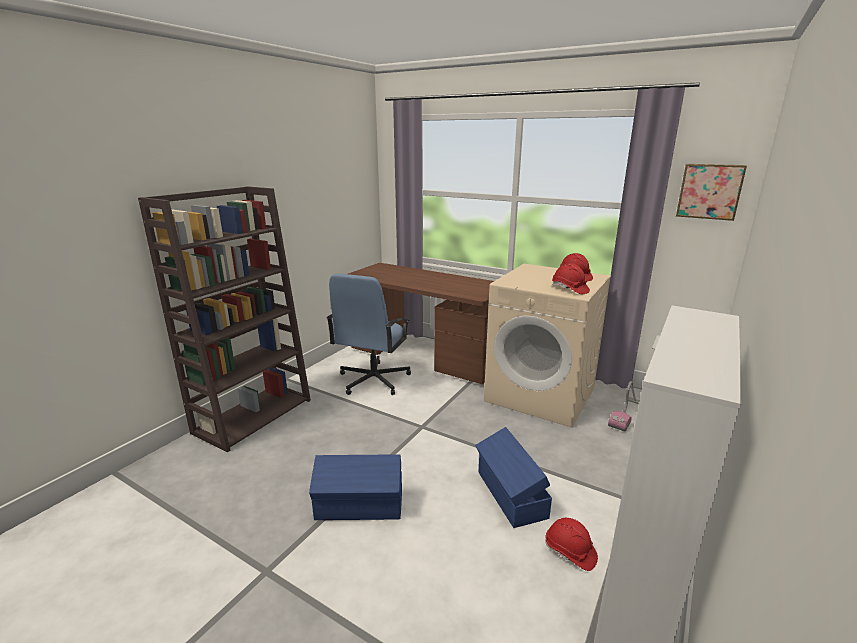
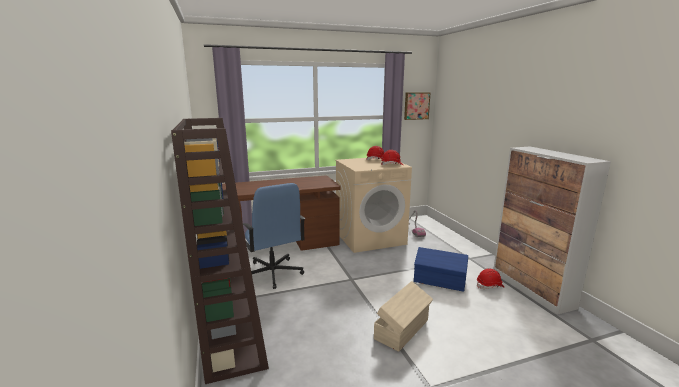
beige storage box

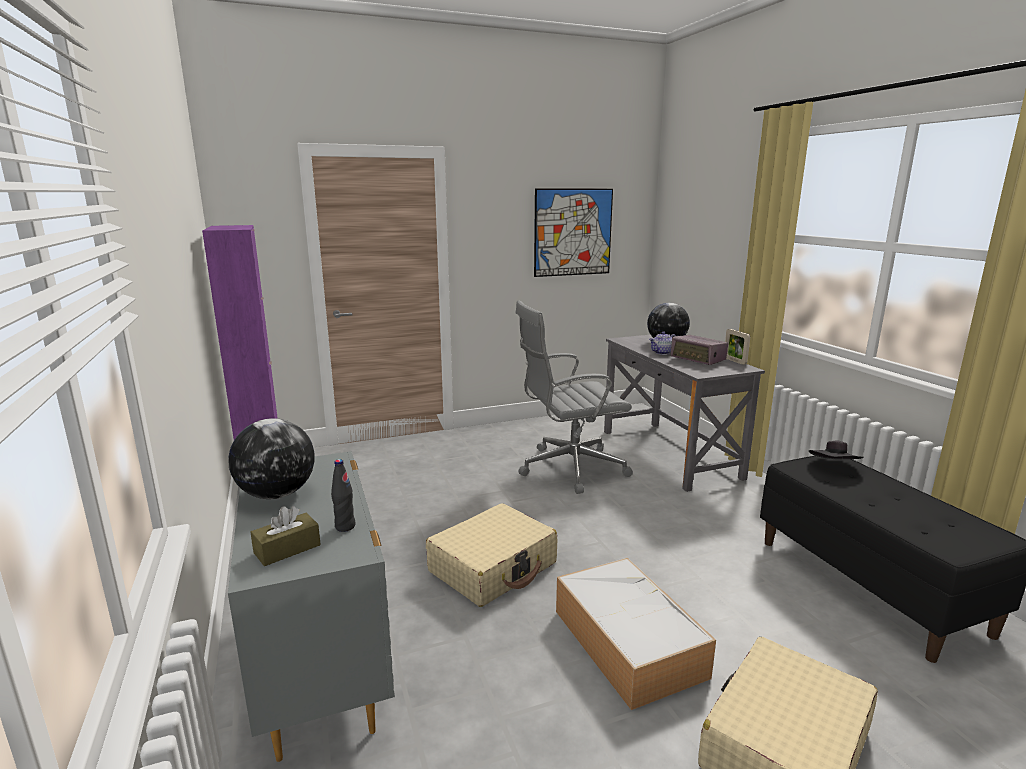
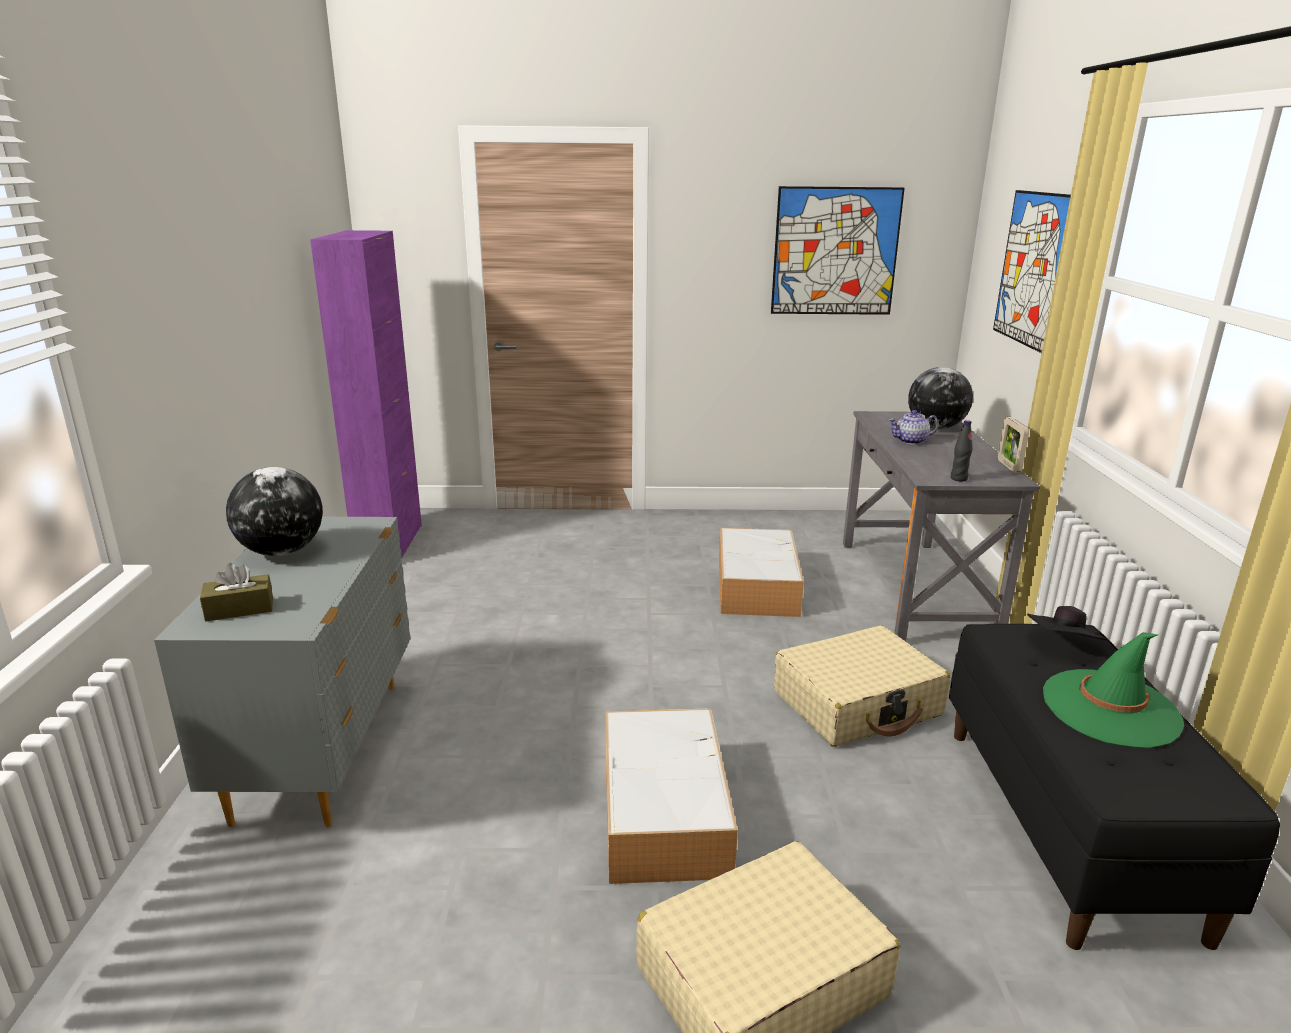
radio
picture (2nd from left)
green hat
black bottle
beige suitcase (2nd from left)
storage box (2nd from left)

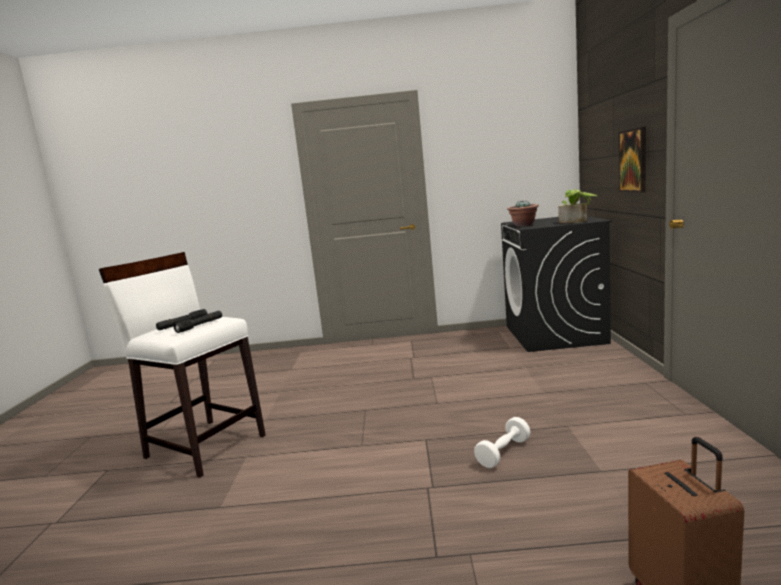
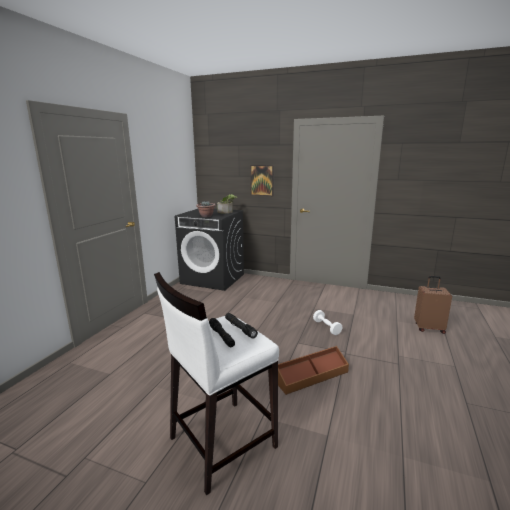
brown storage box

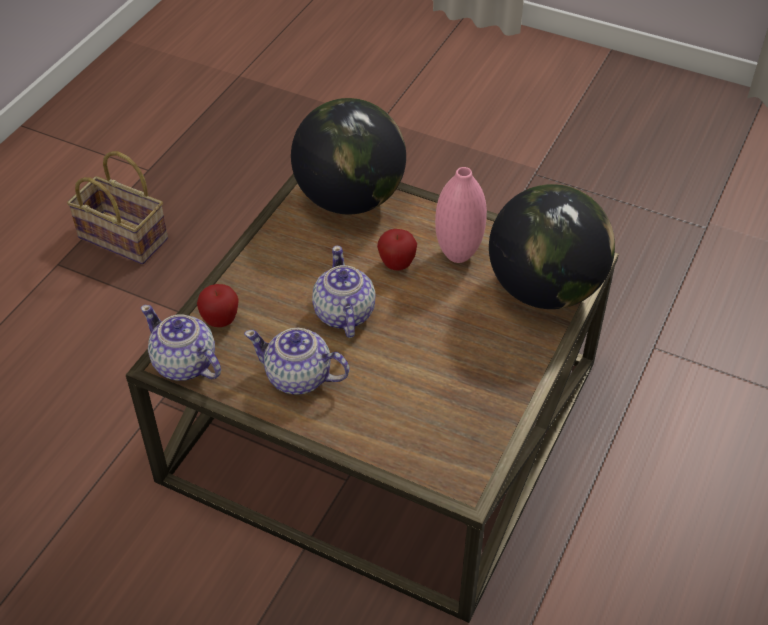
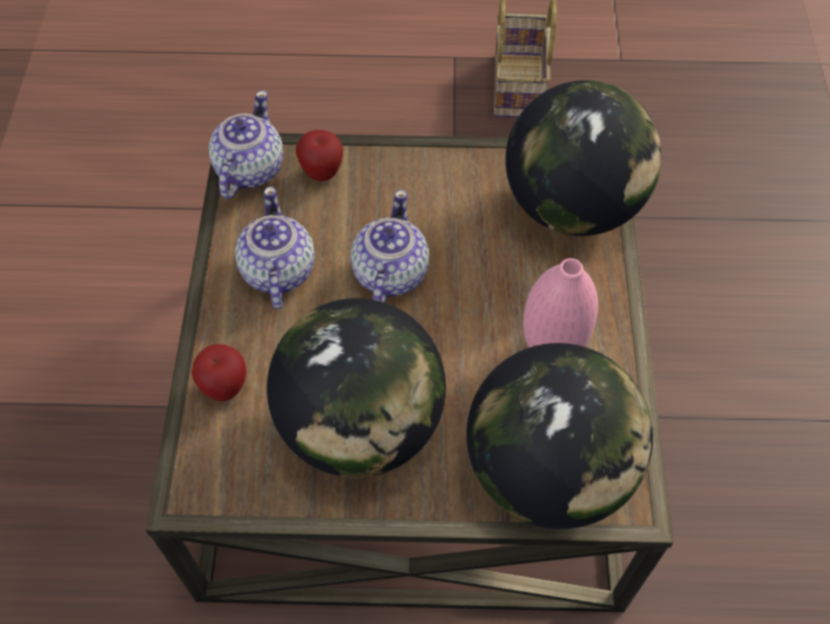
globe (1st from left)
apple (1st from left)
teapot (3rd from left)

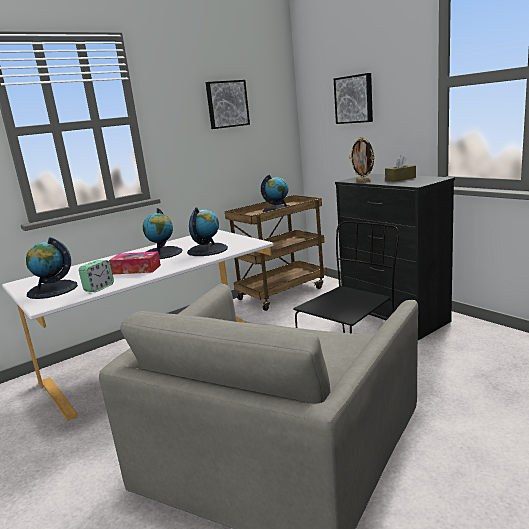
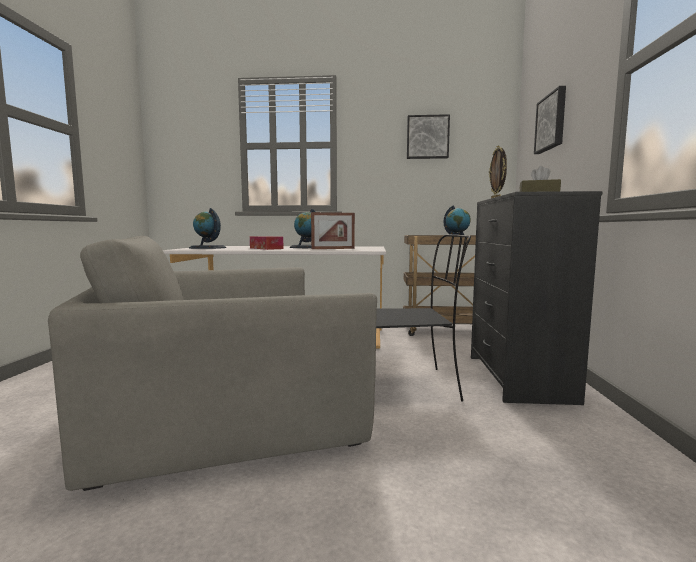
alarm clock
picture frame (1st from left)

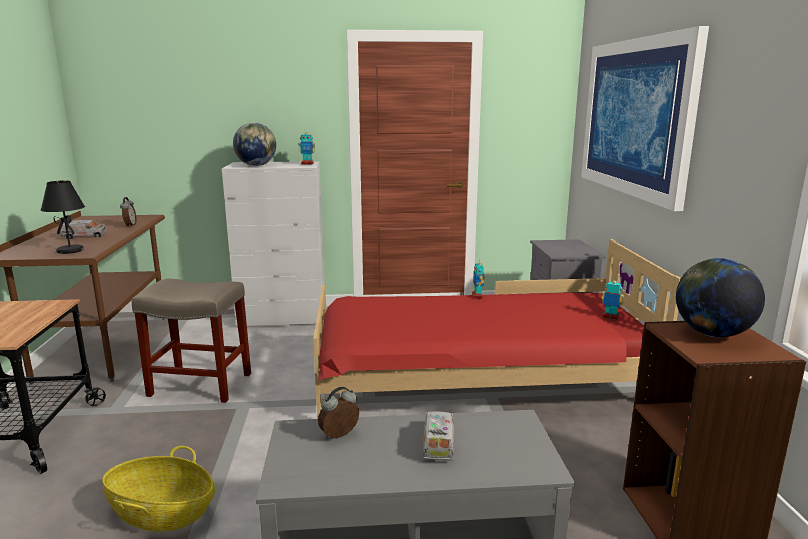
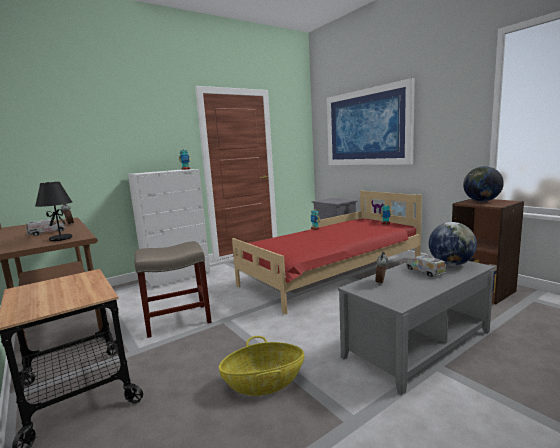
globe (1st from left)

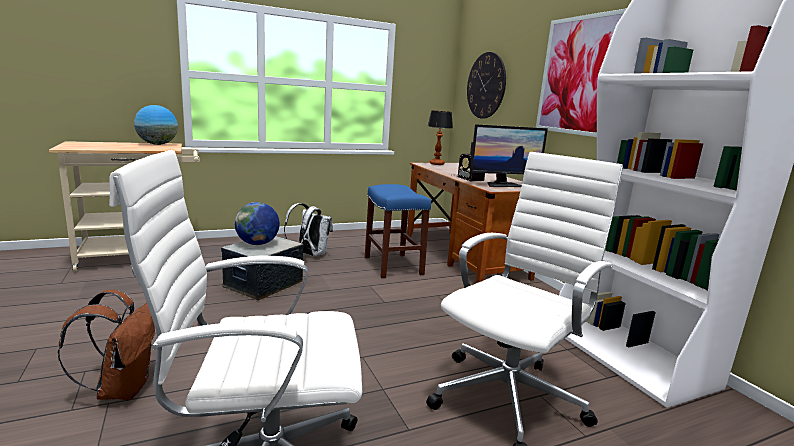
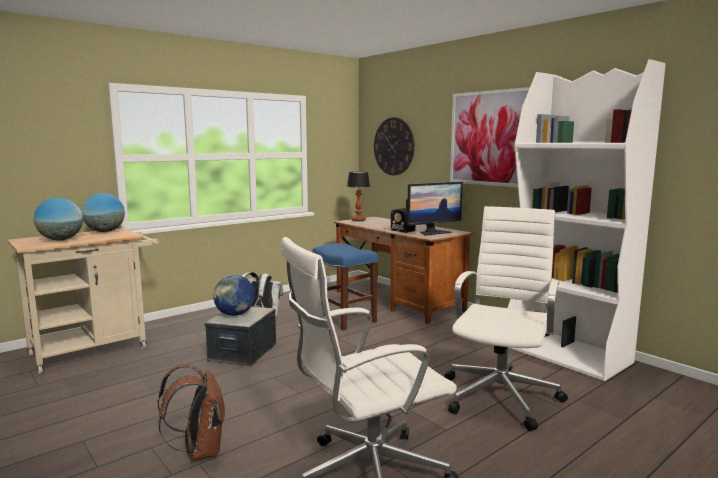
globe (1st from left)

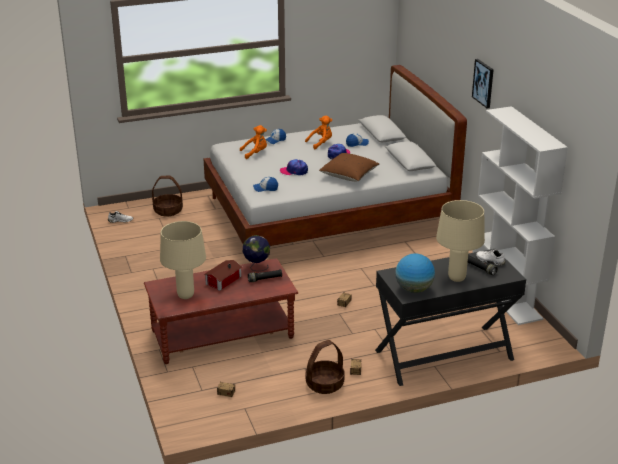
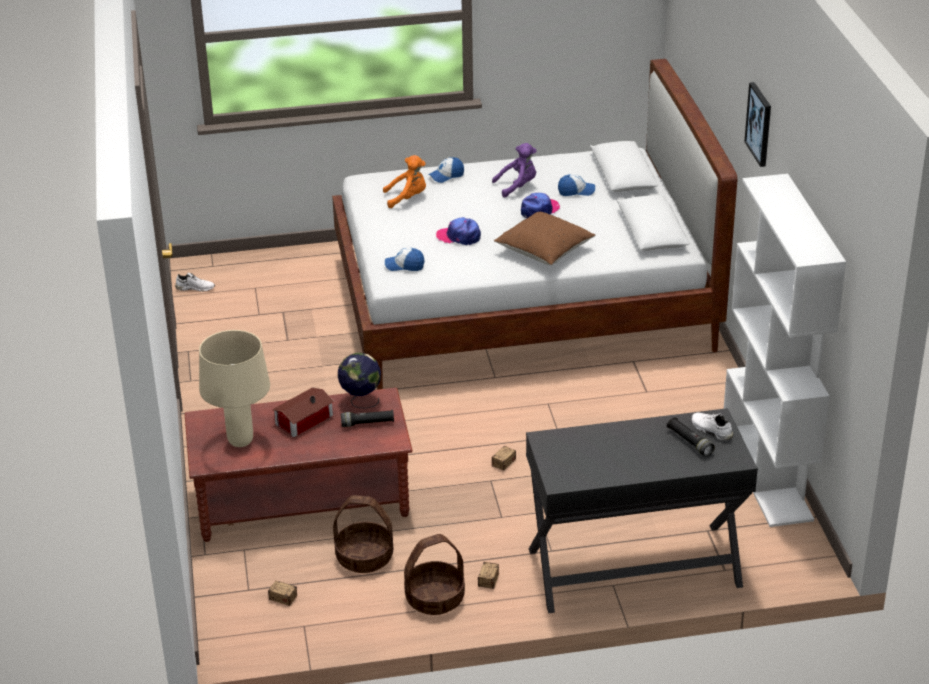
globe (2nd from left in the first image)
beige table lamp (2nd from left in the first image)
basket (1st from left)
purple plush toy

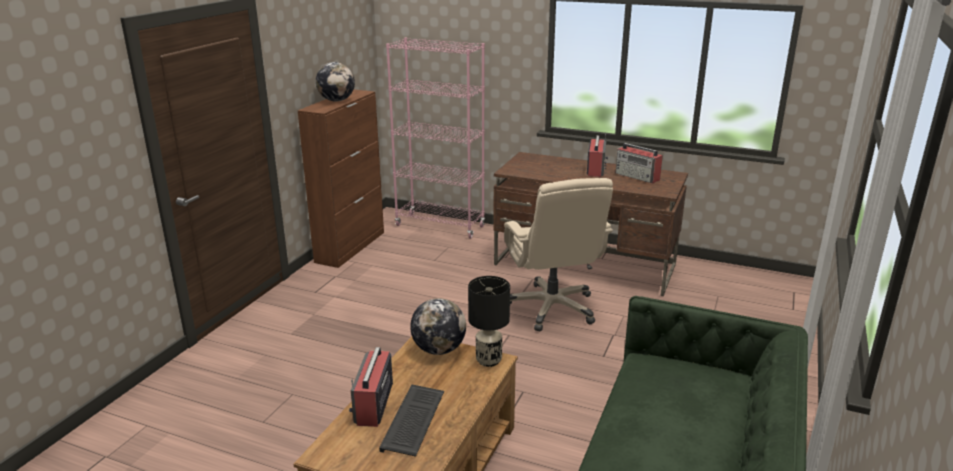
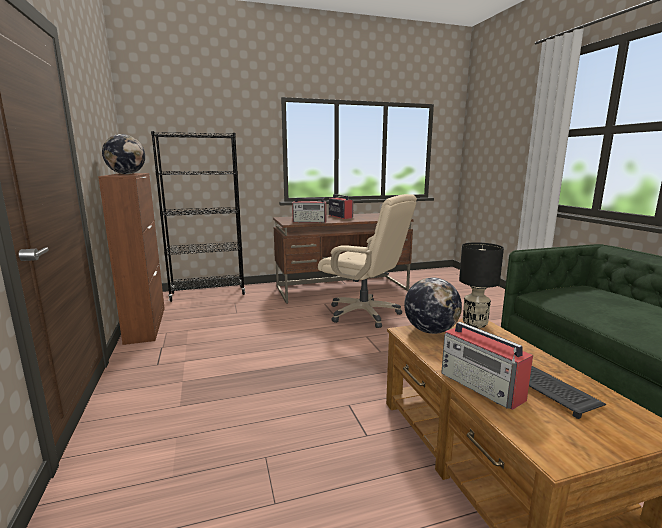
radio (1st from left)
black bookcase

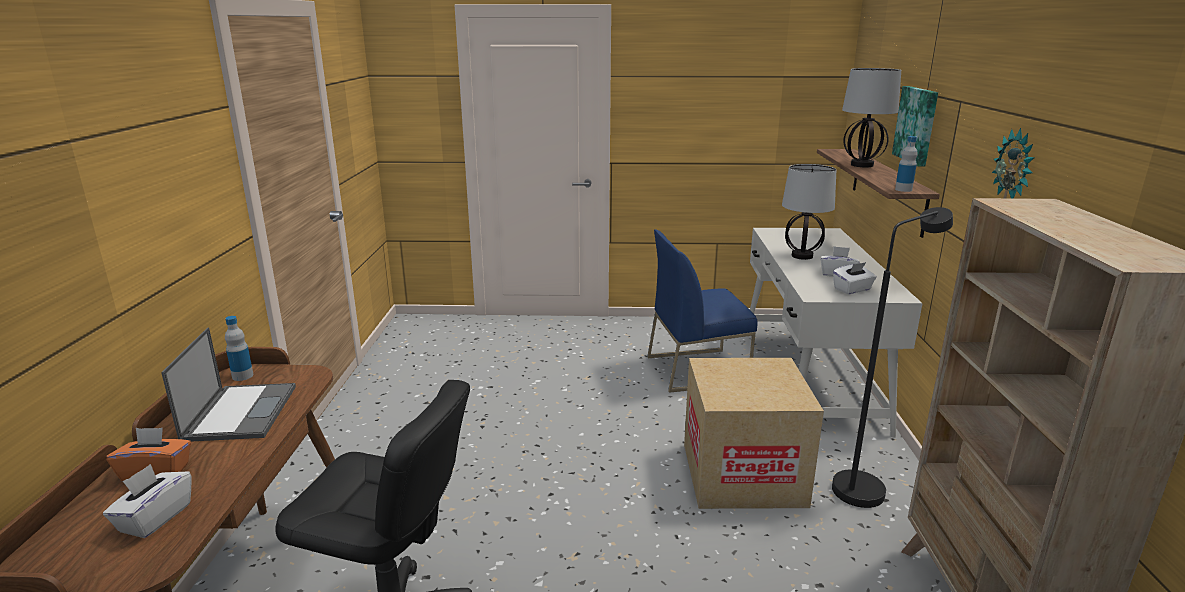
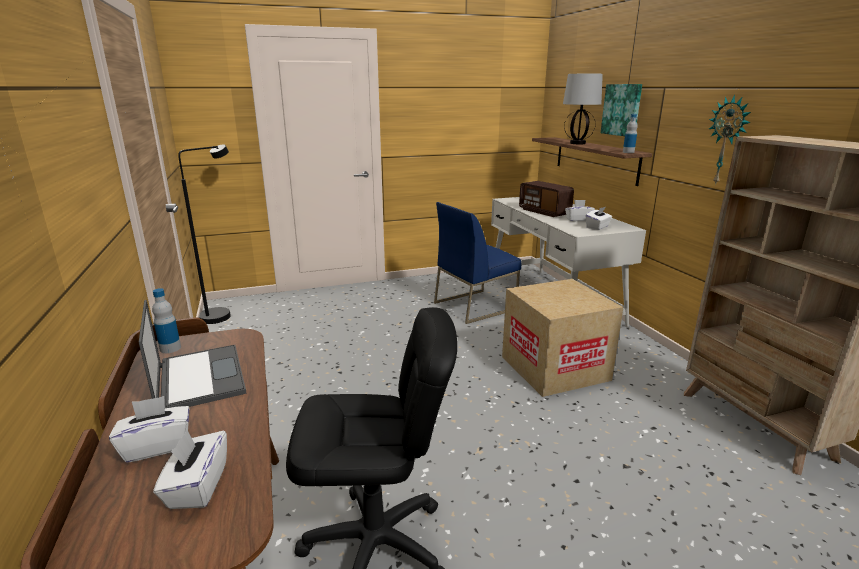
black floor lamp
radio
white tissue box (1st from left)

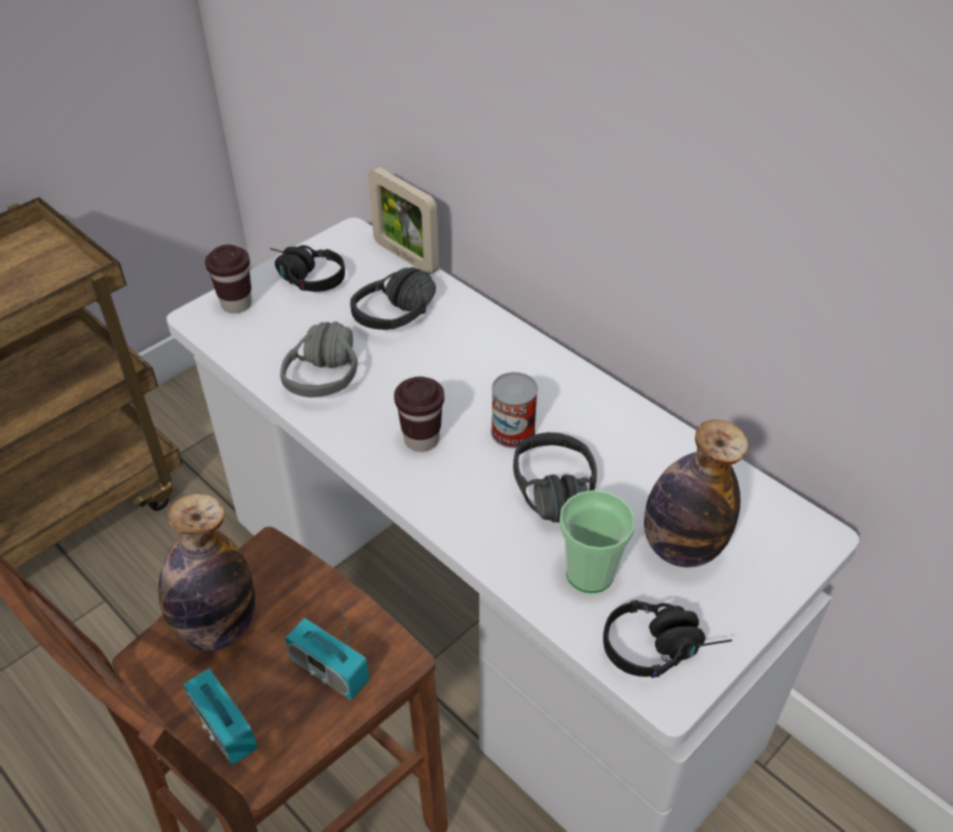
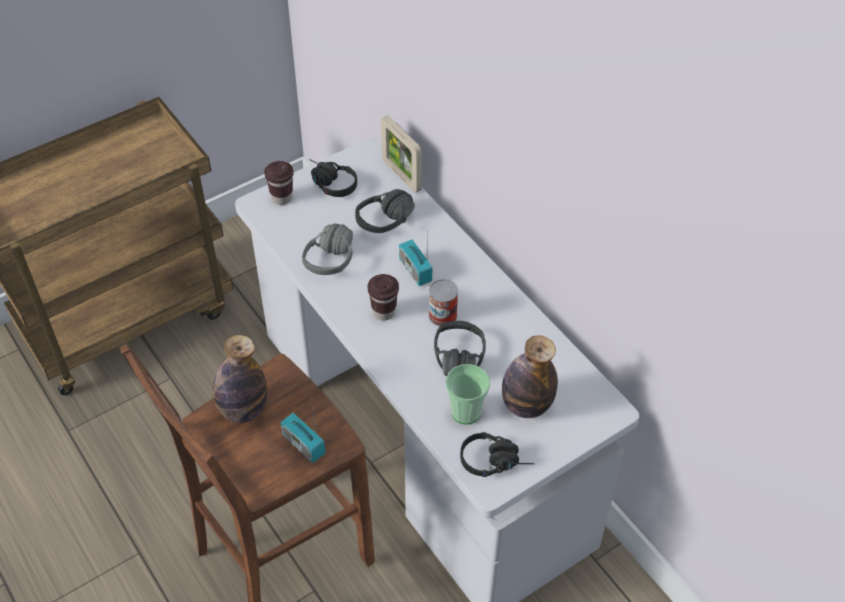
radio (2nd from left)

